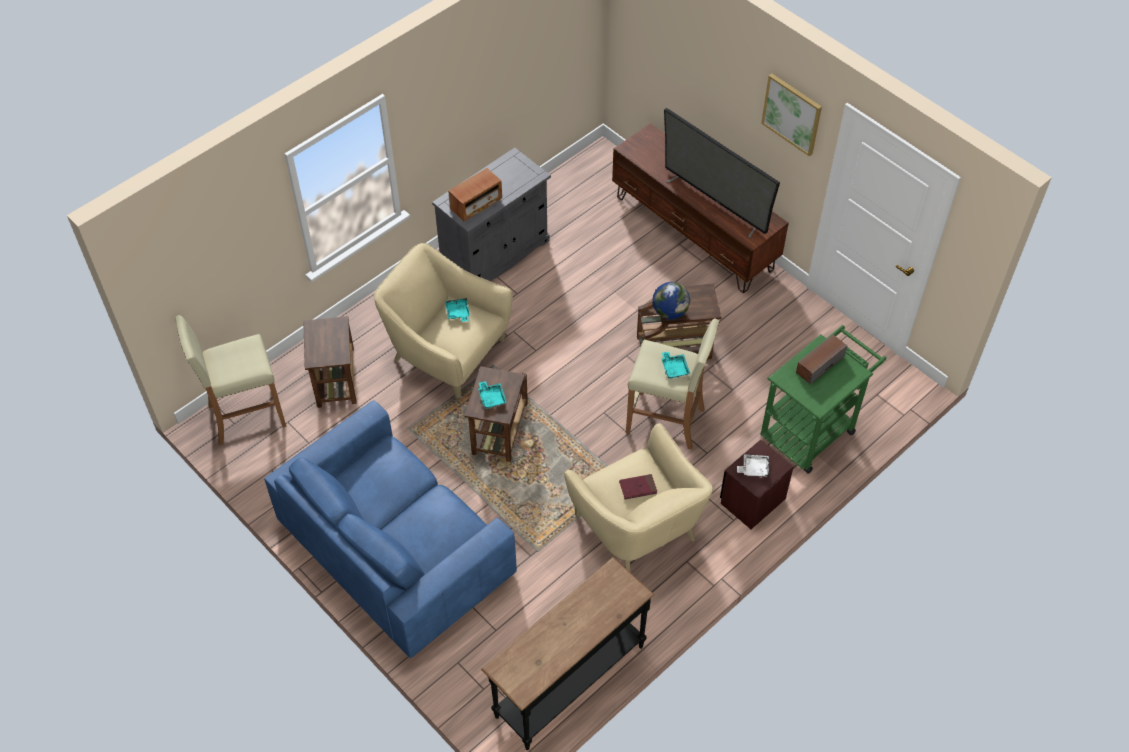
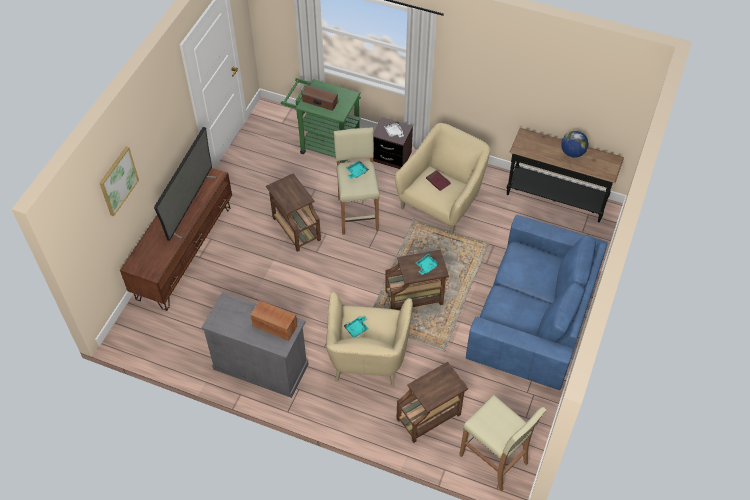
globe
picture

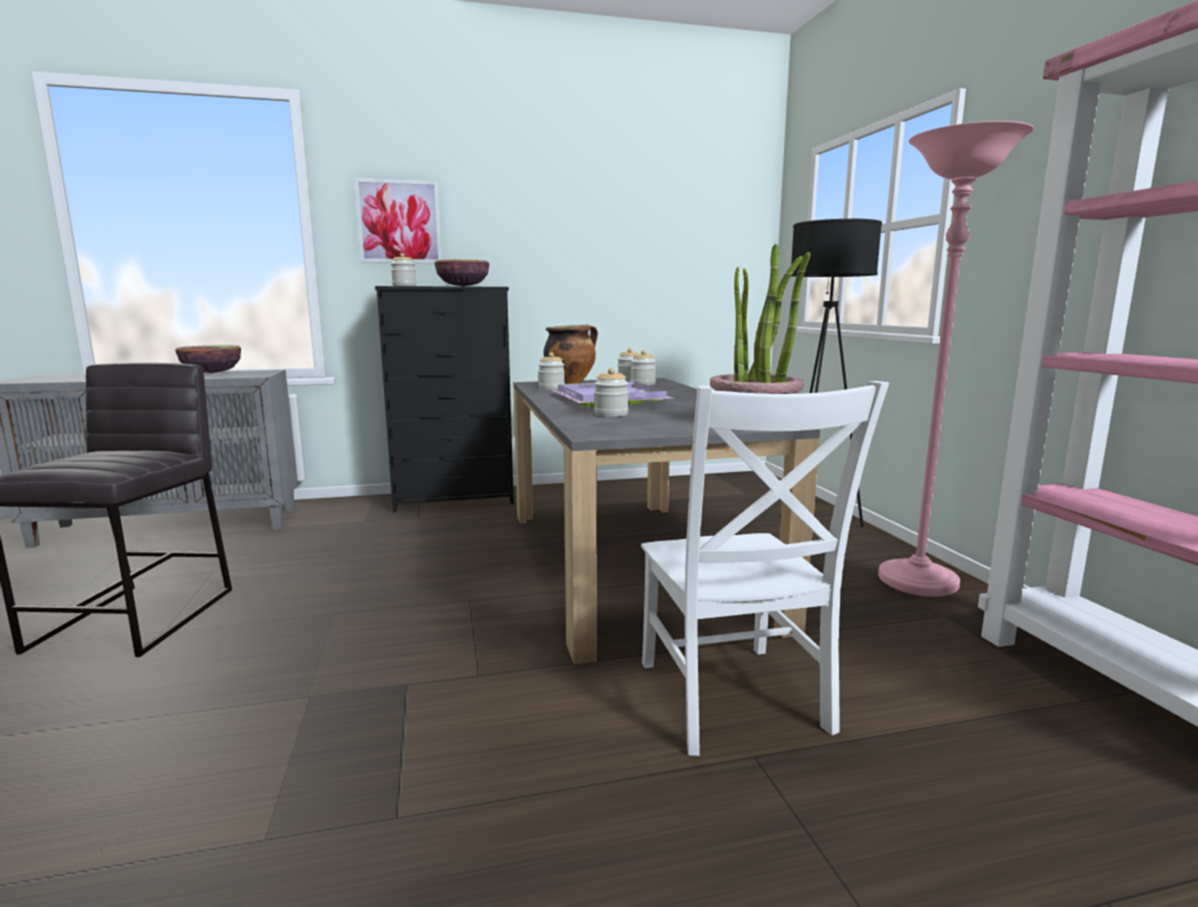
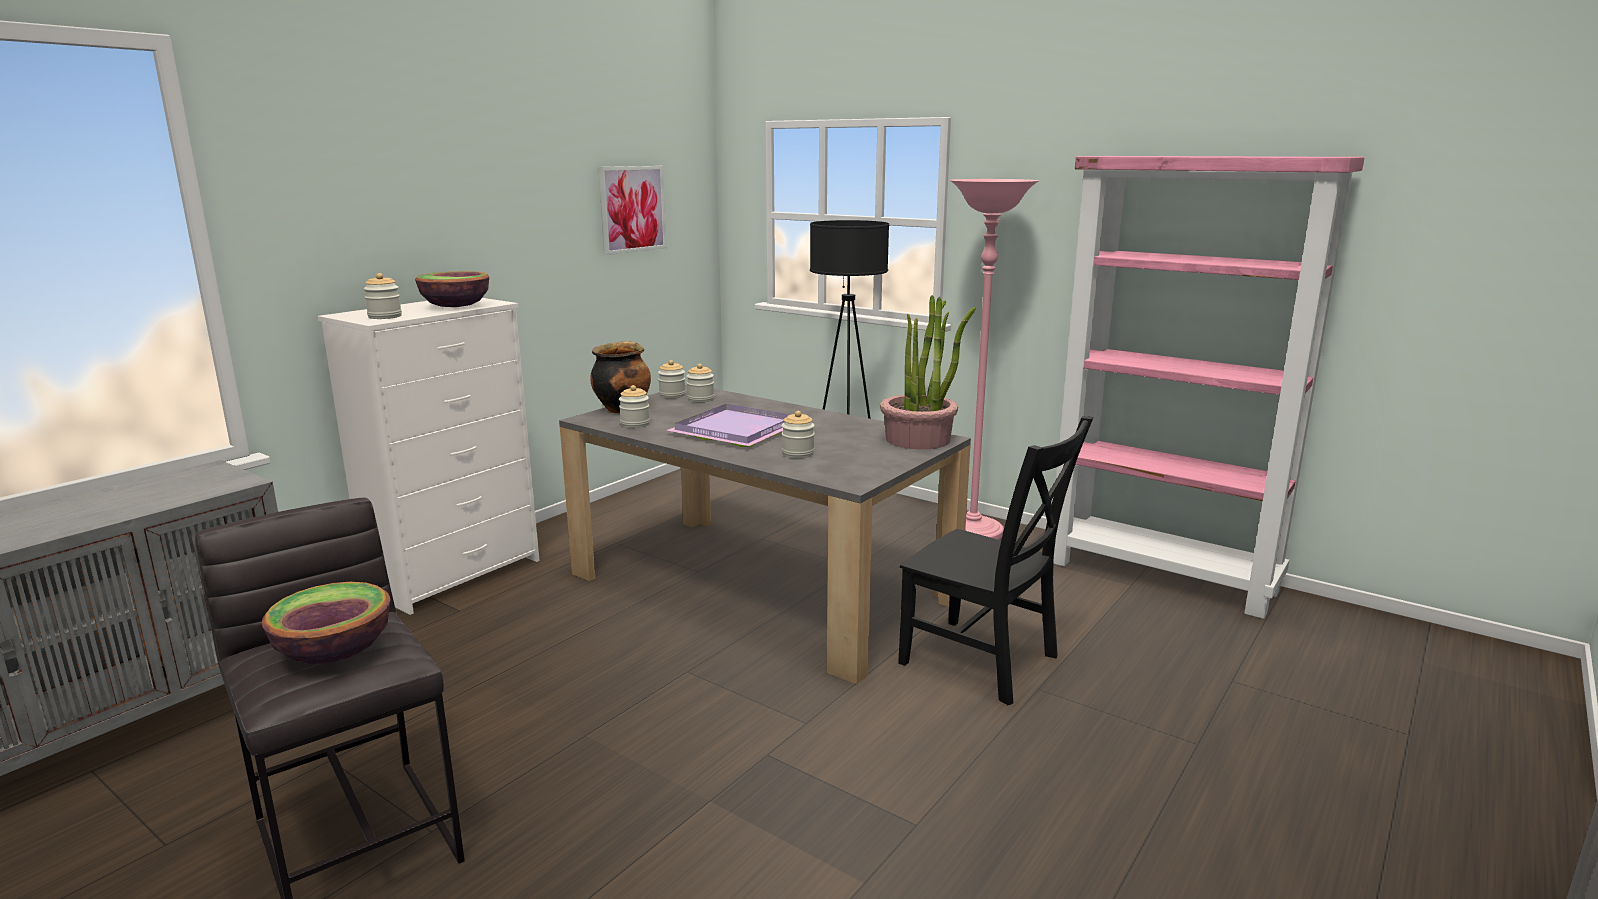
bowl (1st from left)
picture
white dresser
black chair

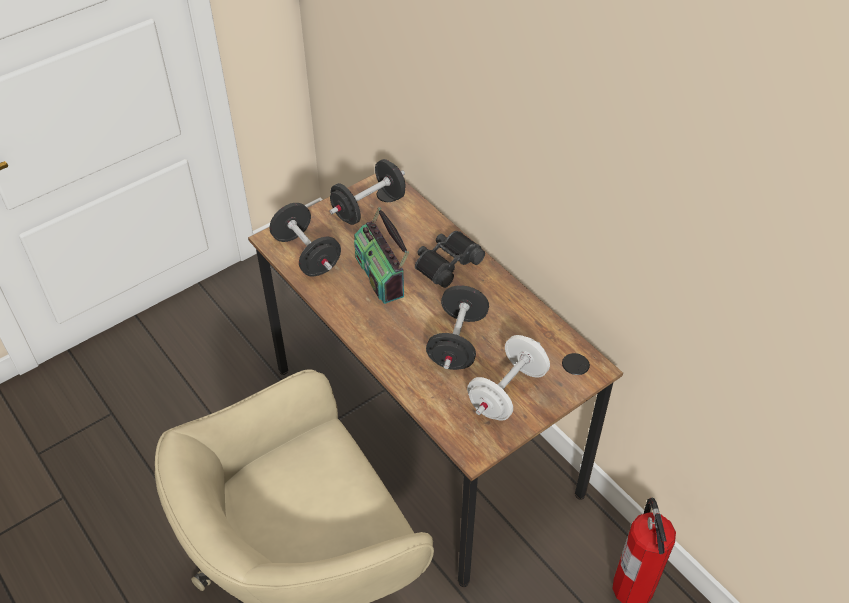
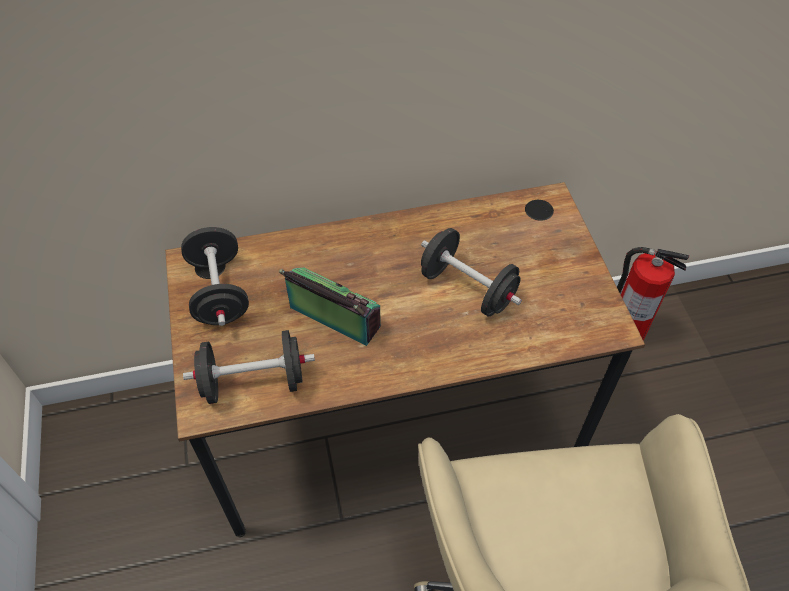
black binoculars
white dumbbell
radio

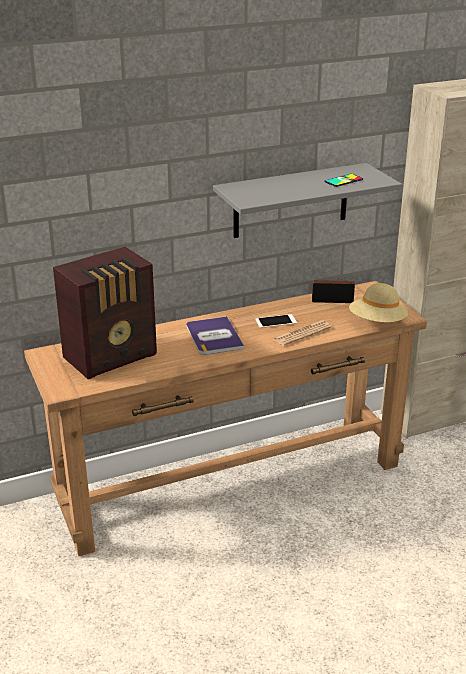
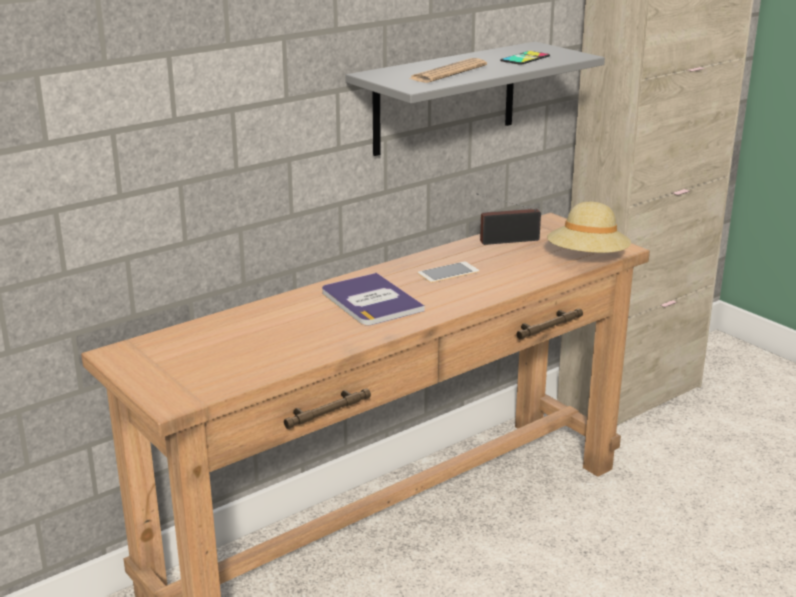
radio (1st from left in the first image)
newspaper

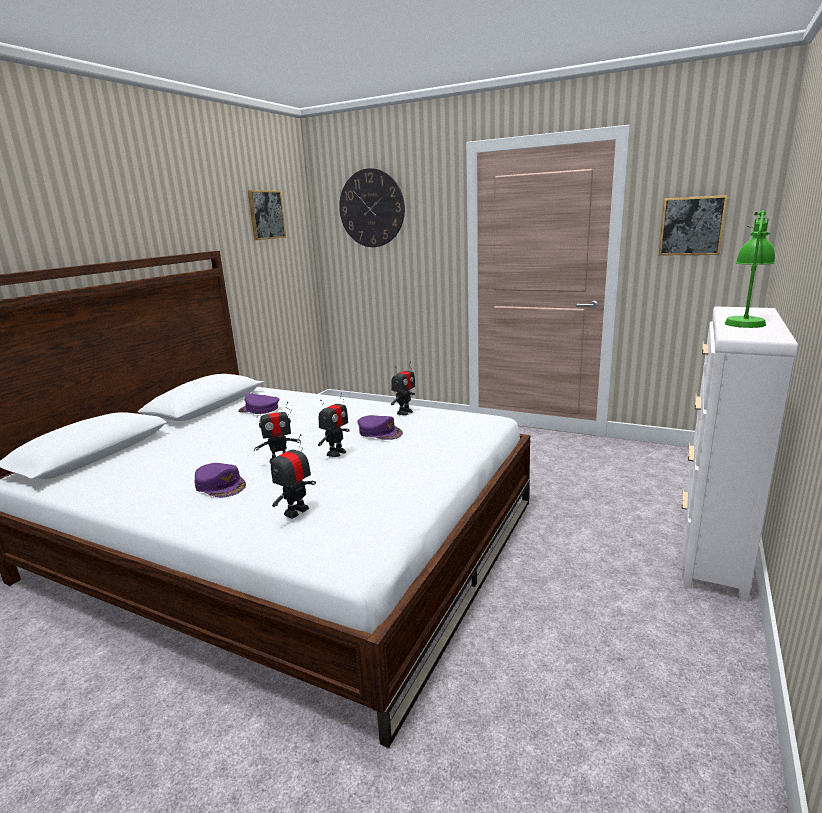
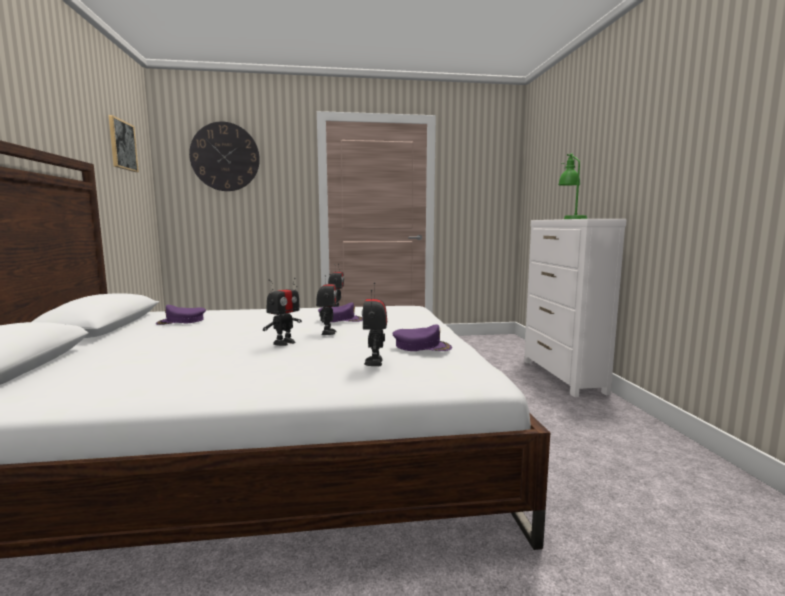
picture (2nd from left in the first image)
purple cap (3rd from left)

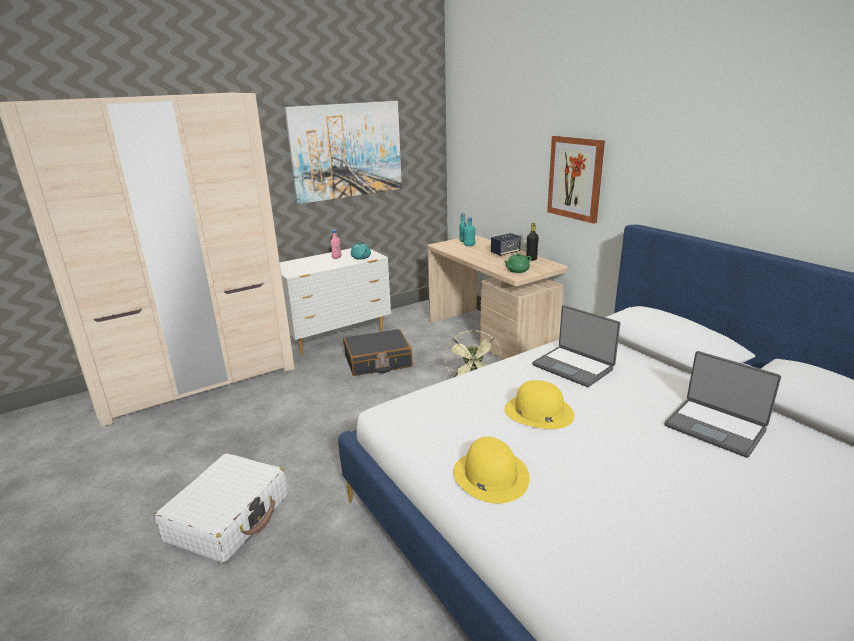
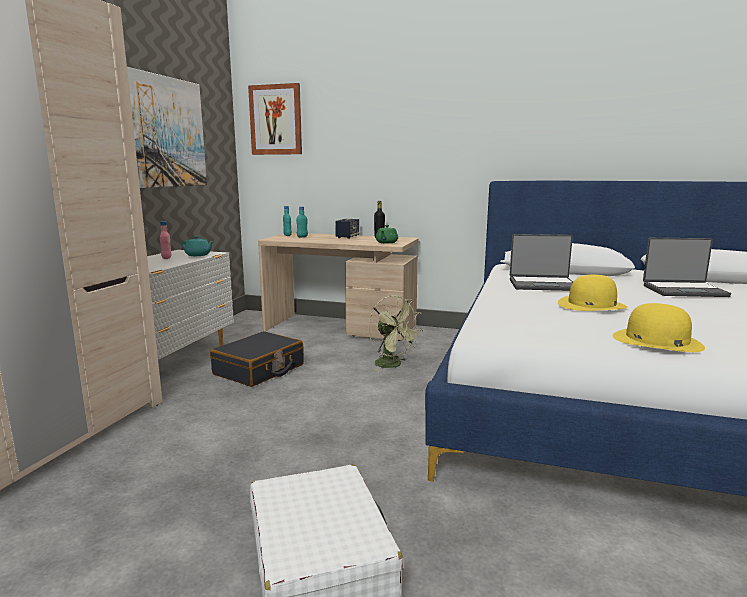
picture (2nd from left)

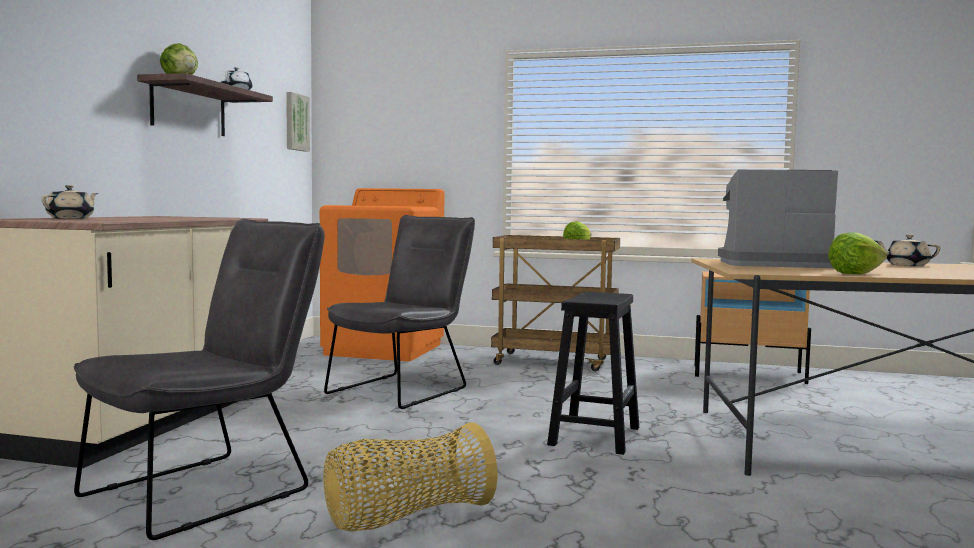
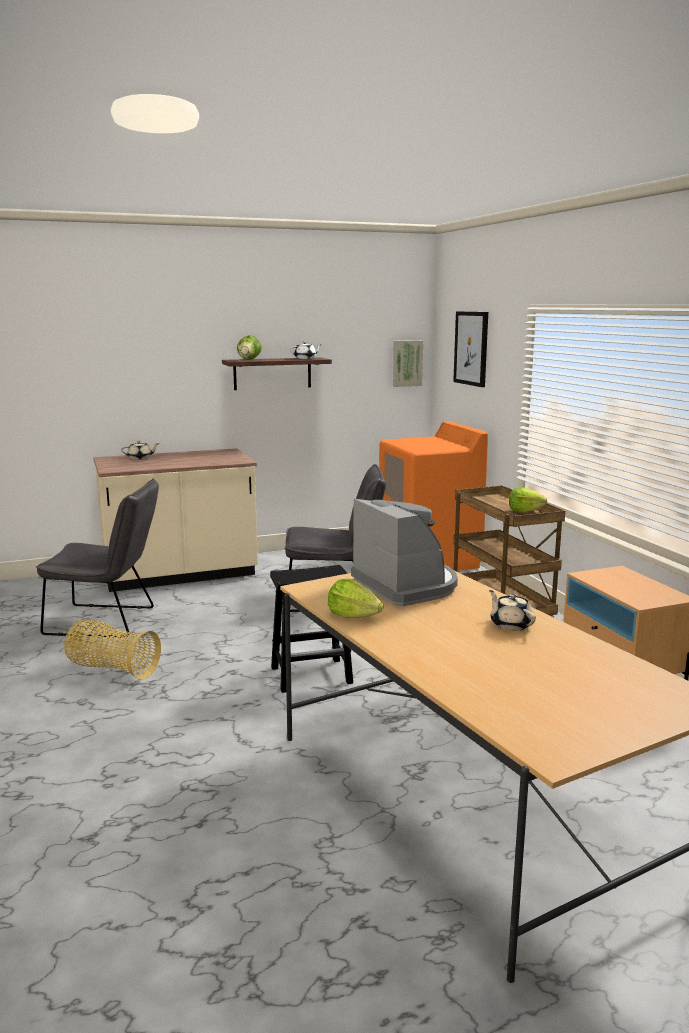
picture (2nd from left)

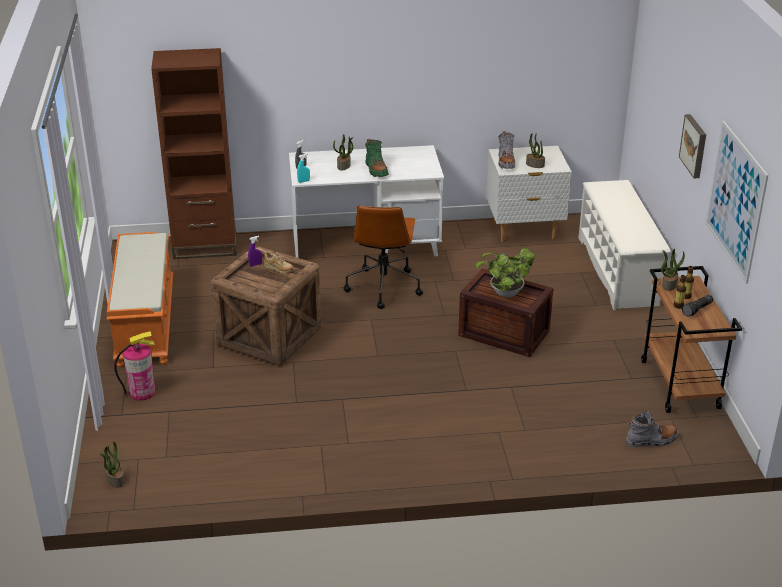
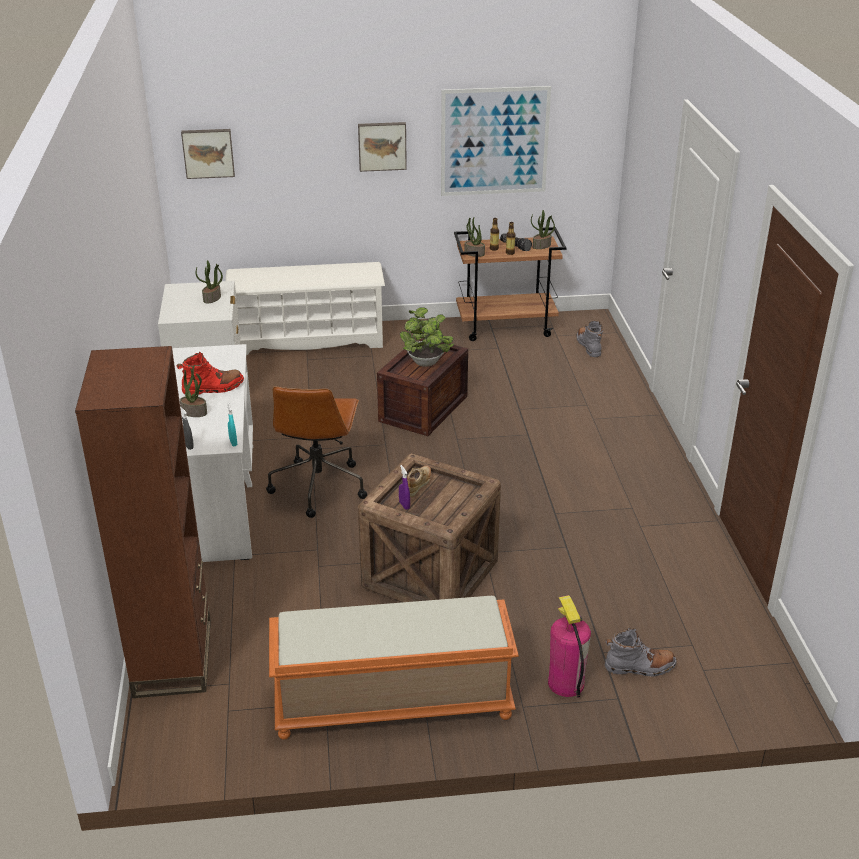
picture (1st from left)
potted plant (5th from left)
grey boot (2nd from left)
red boot
brown office chair

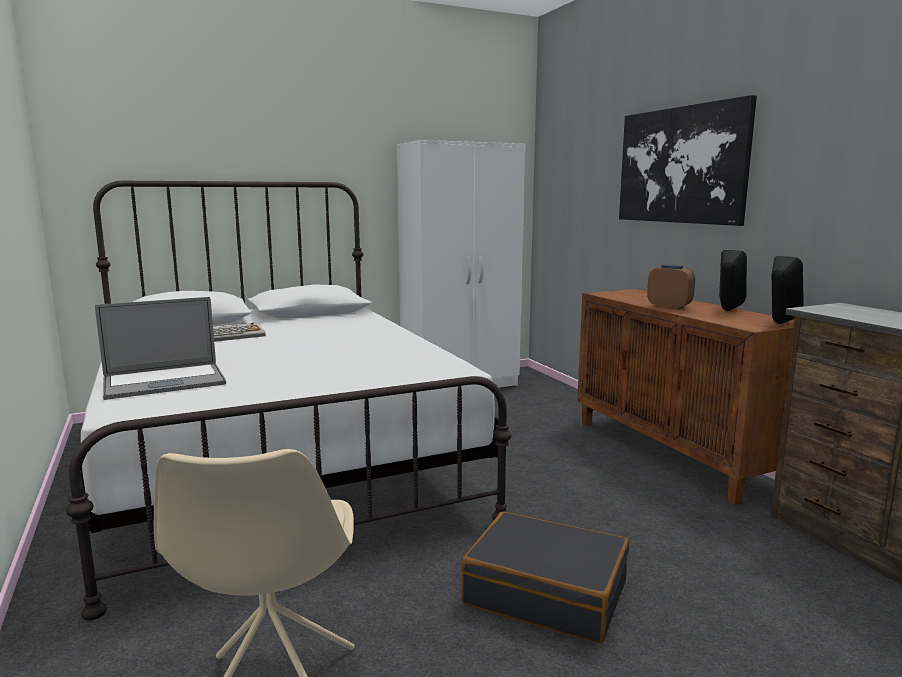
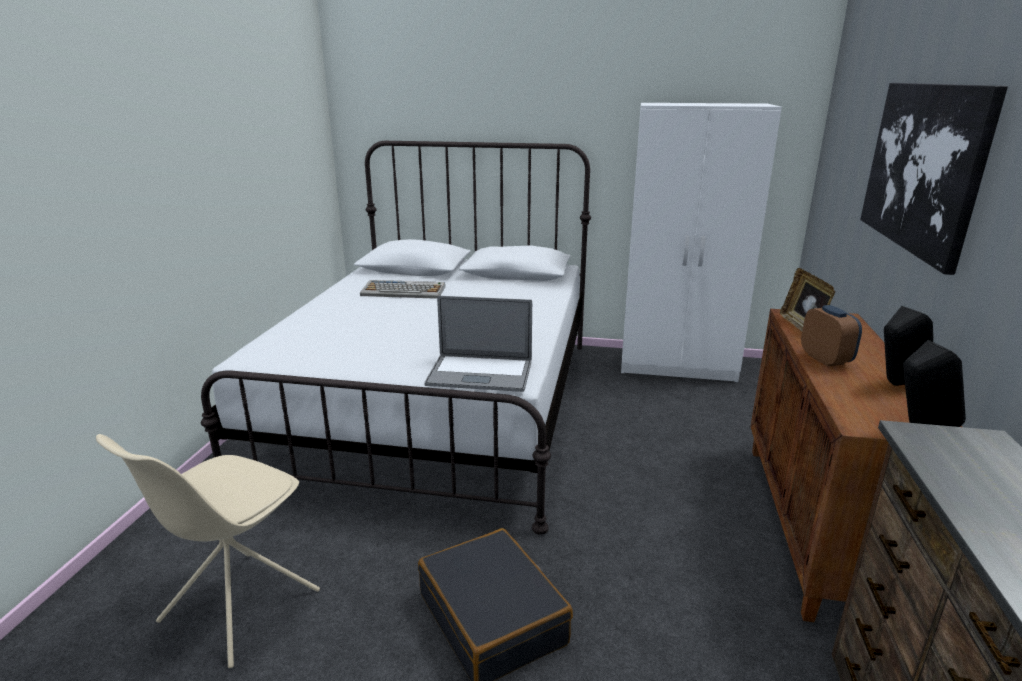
picture frame
laptop

